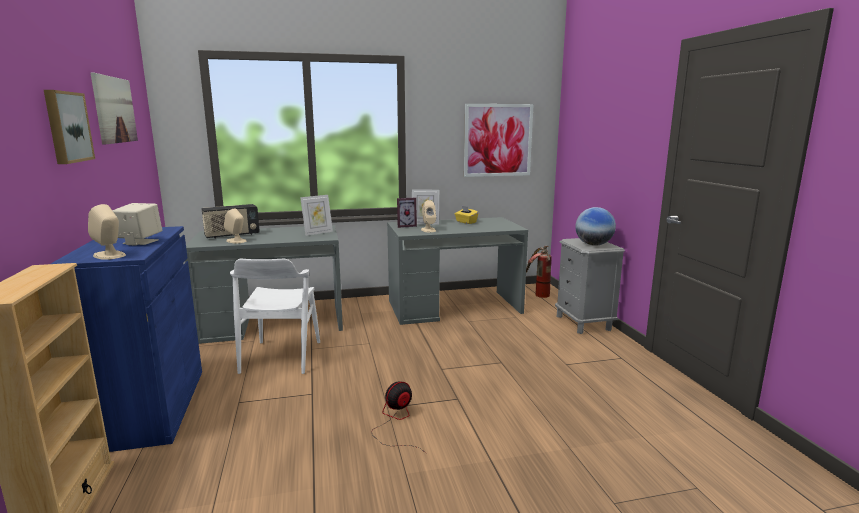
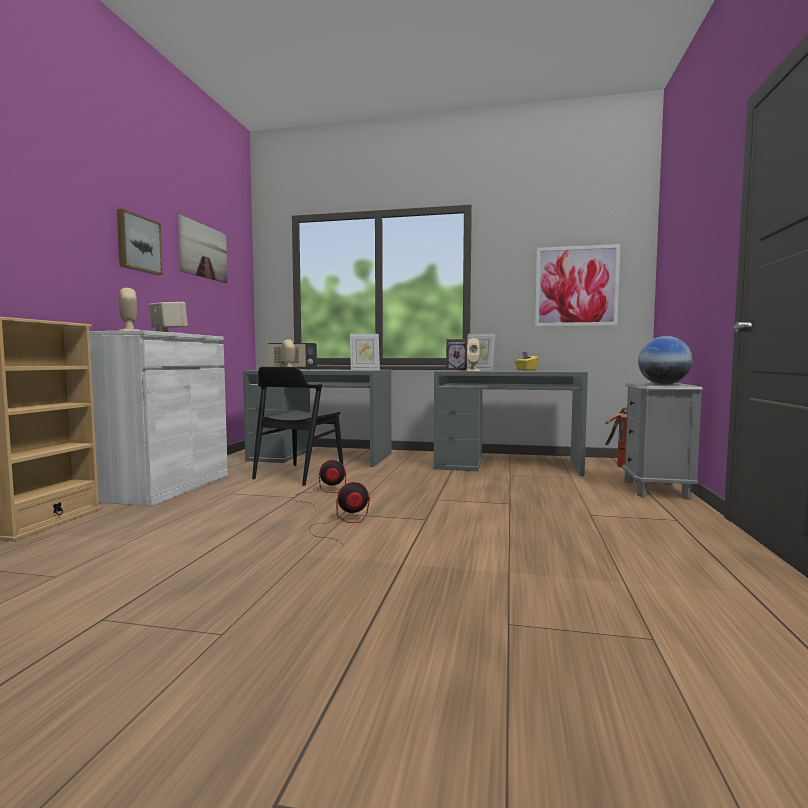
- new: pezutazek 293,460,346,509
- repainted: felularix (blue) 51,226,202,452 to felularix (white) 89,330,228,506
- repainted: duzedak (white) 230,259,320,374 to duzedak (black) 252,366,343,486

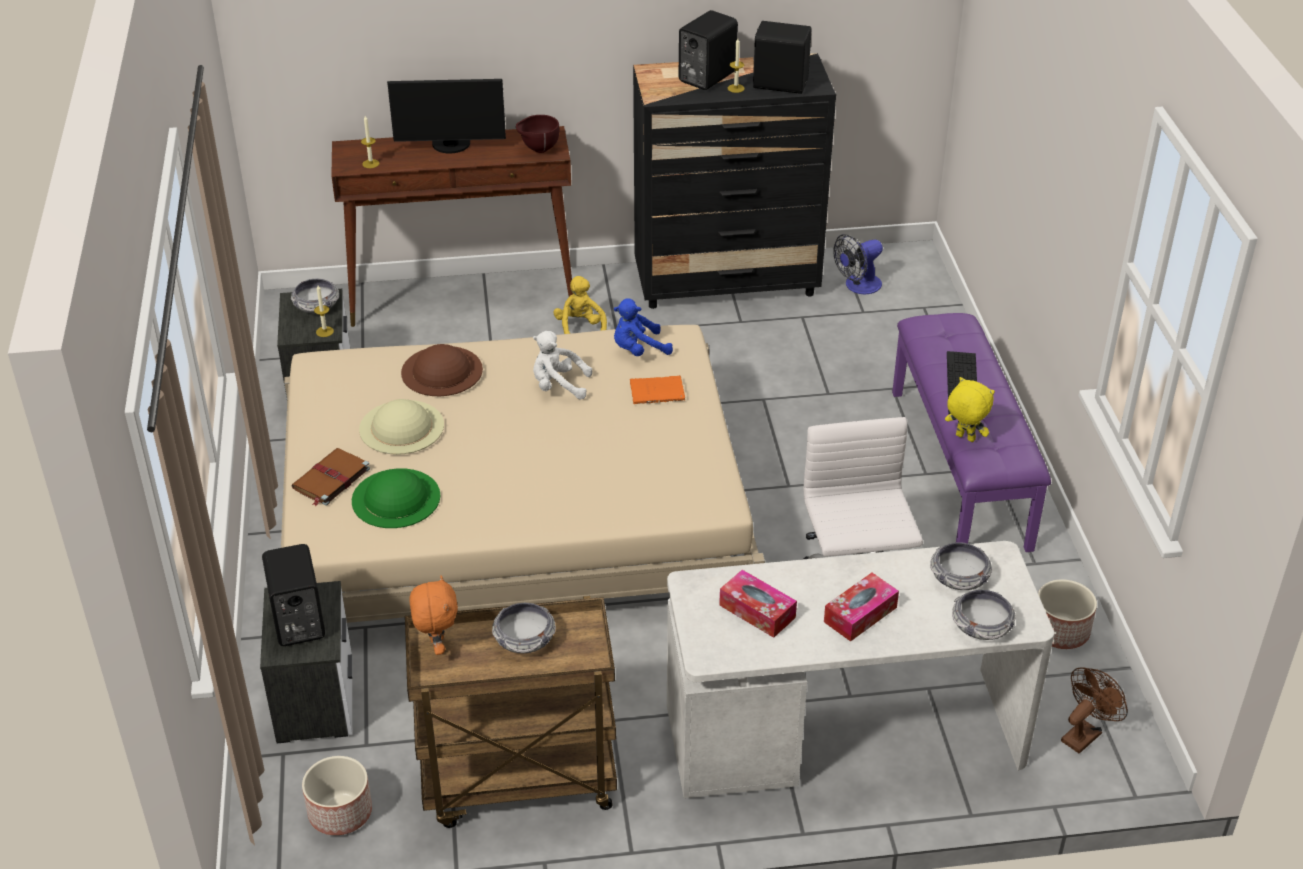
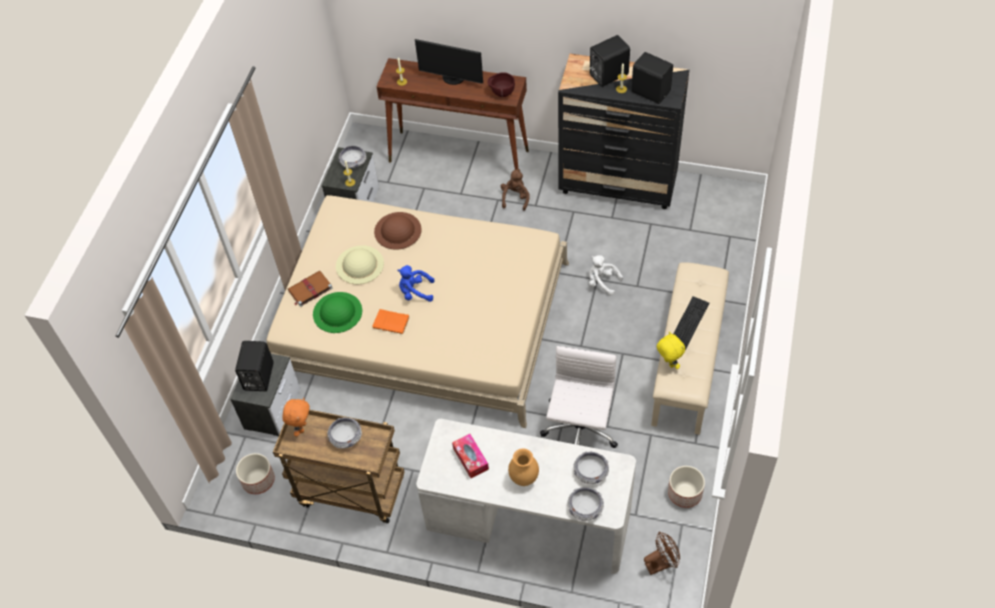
- gone: pezutazek 833,234,883,294
- shifted: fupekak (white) 533,331,592,400 to 589,255,623,296
- shifted: fupekak (blue) 613,298,673,356 to 397,265,435,302
- shifted: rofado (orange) 630,375,685,404 to 373,309,410,334
- swapped: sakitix 824,573,899,642 to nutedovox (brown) 508,448,539,486
- repainted: fupekak (yellow) 553,276,607,334 to fupekak (brown) 501,169,530,211
- repainted: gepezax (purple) 892,313,1051,552 to gepezax (beige) 651,263,729,435

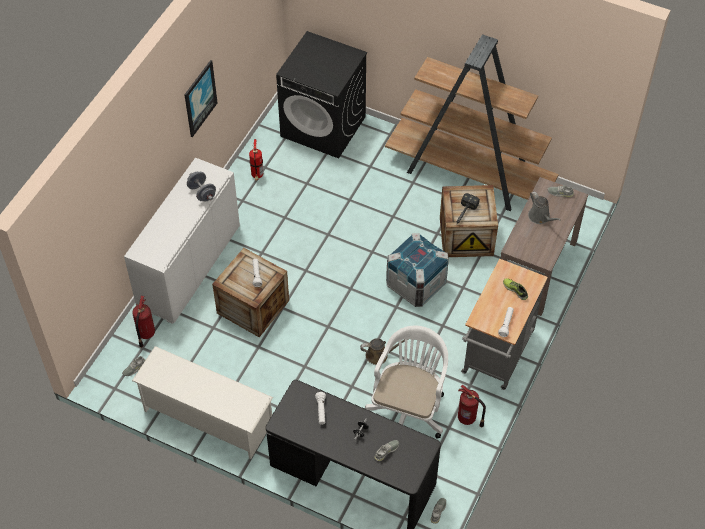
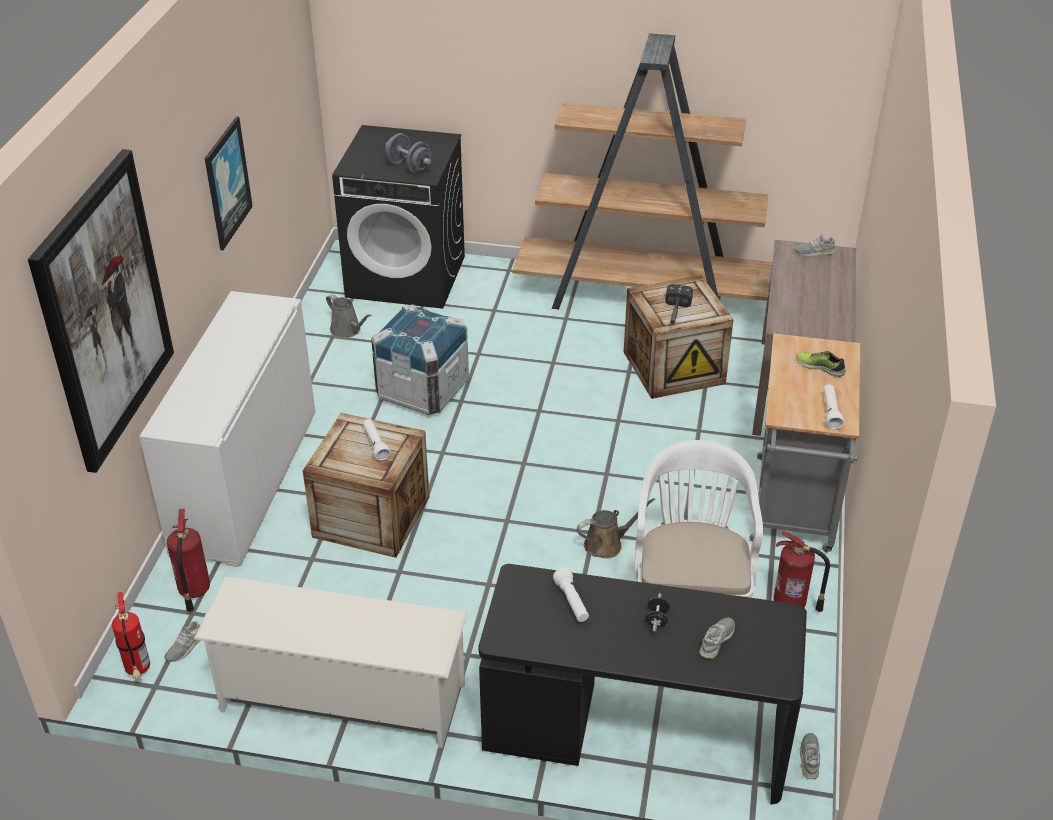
- new: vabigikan 28,149,174,473
- shifted: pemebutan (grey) 187,172,216,201 to 385,133,431,173
- shifted: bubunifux 249,139,263,180 to 112,592,150,679
- shifted: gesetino 386,233,449,307 to 371,304,469,415
- shifted: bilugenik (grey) 528,191,561,224 to 326,294,372,338

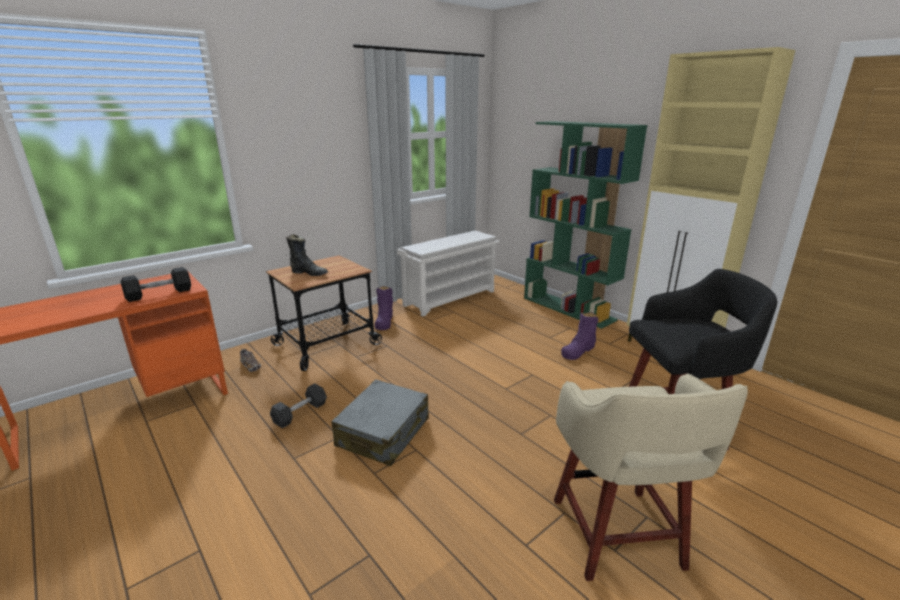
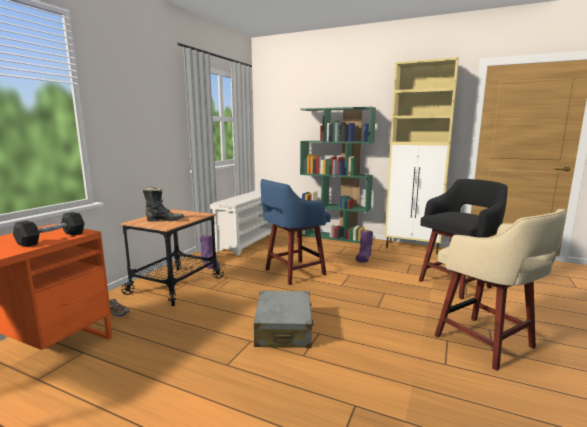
- gone: pemebutan (grey) 270,383,327,428
- new: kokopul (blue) 260,179,331,285

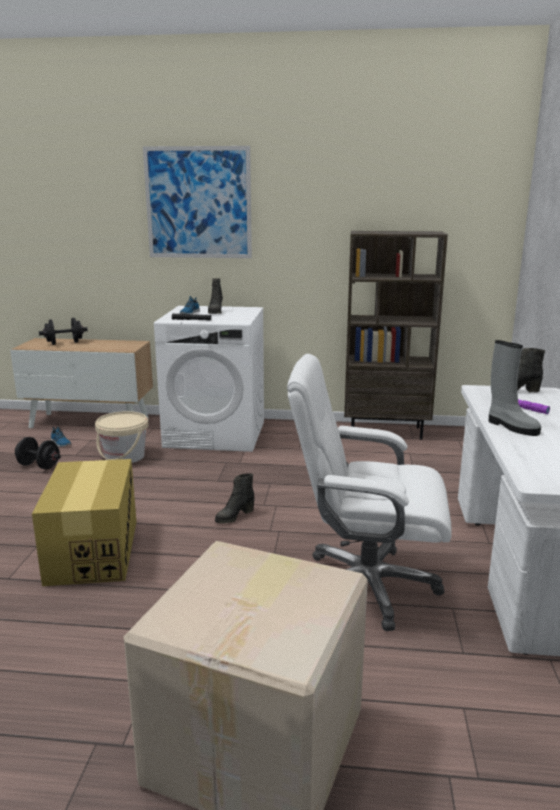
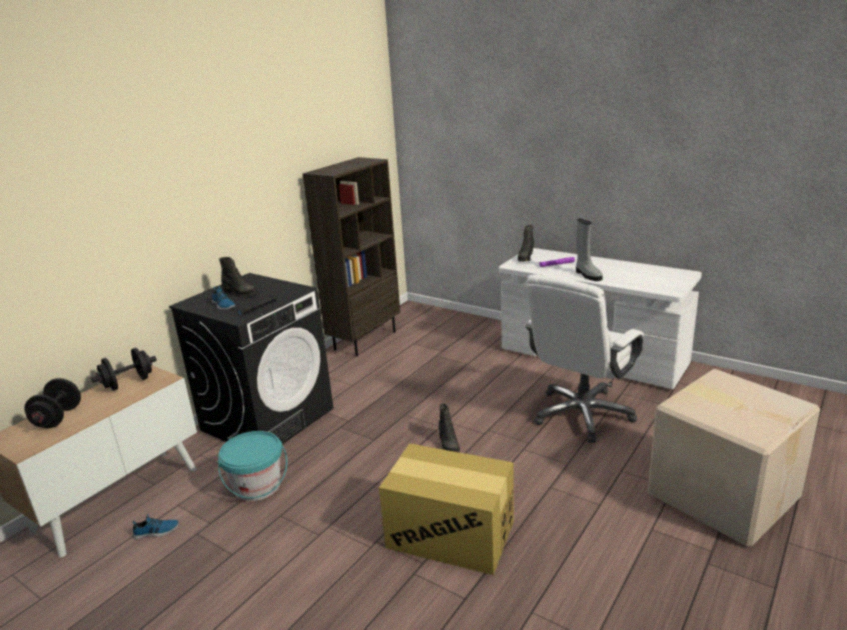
- gone: vabigikan 143,146,252,258
- shifted: pemebutan (black) 15,437,61,469 to 91,348,157,391
- repainted: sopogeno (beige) 95,411,148,463 to sopogeno (turquoise) 218,431,287,501
- repainted: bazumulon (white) 154,306,264,452 to bazumulon (black) 169,273,333,444
- rotated: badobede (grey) 489,340,541,436 = 576,219,603,281 75 degrees clockwise

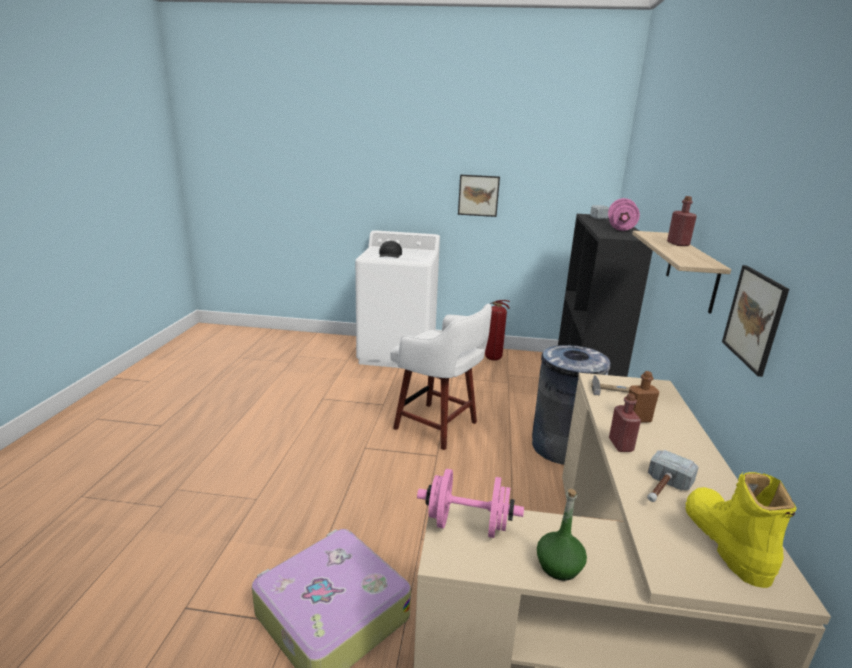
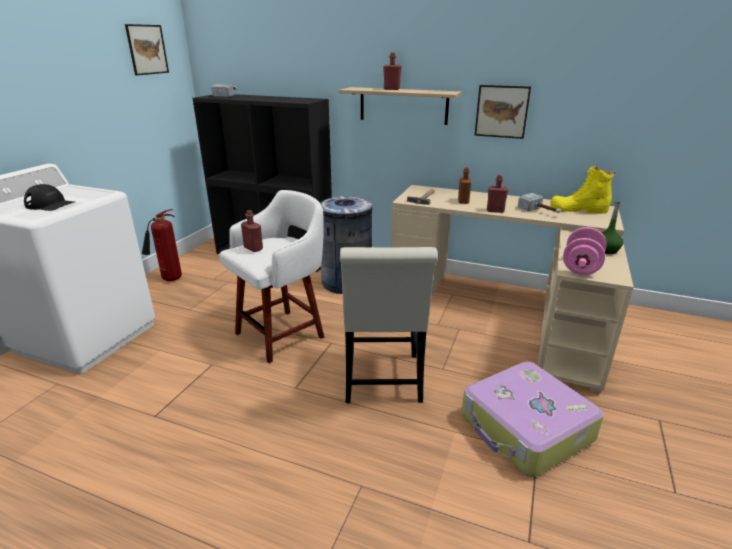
- gone: pemebutan (pink) 608,198,640,231
- new: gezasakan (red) 241,210,263,252
- new: duzedak (white) 340,247,438,403
- shifted: vabigikan 458,175,500,217 to 125,24,169,75

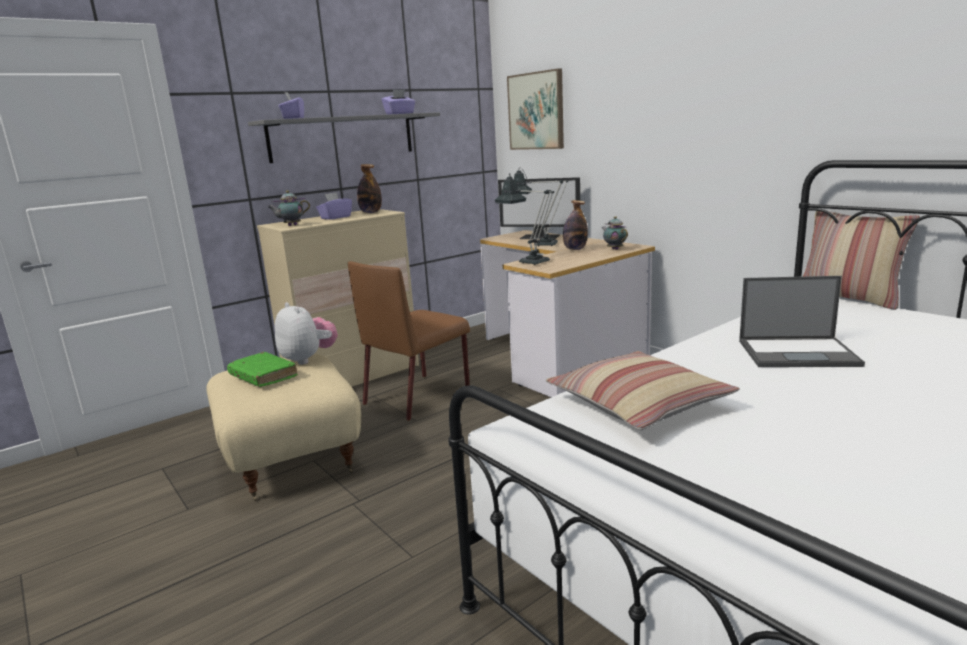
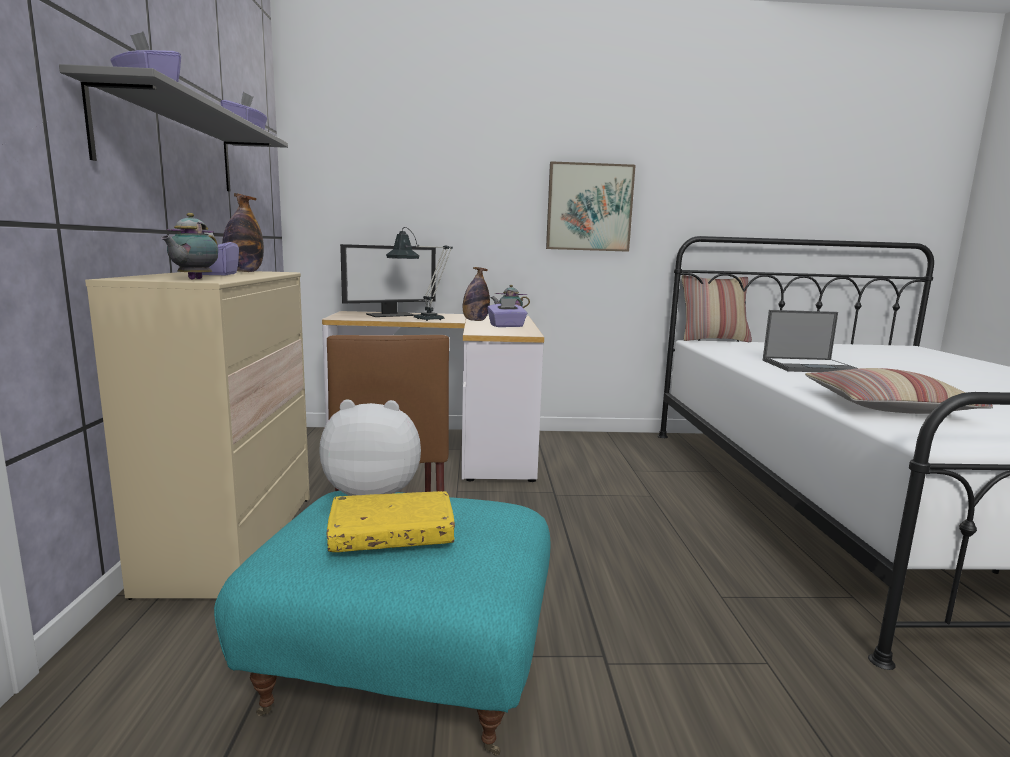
- gone: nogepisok 495,173,554,265
- new: sakitix (purple) 487,298,527,327
- shifted: vabigikan 507,68,564,150 to 546,161,636,252
- repainted: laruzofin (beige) 206,354,361,501 to laruzofin (turquoise) 214,491,550,756
- repainted: rofado (green) 227,352,298,387 to rofado (yellow) 327,491,455,552
- rotated: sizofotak 739,276,865,367 = 763,310,859,372 45 degrees clockwise

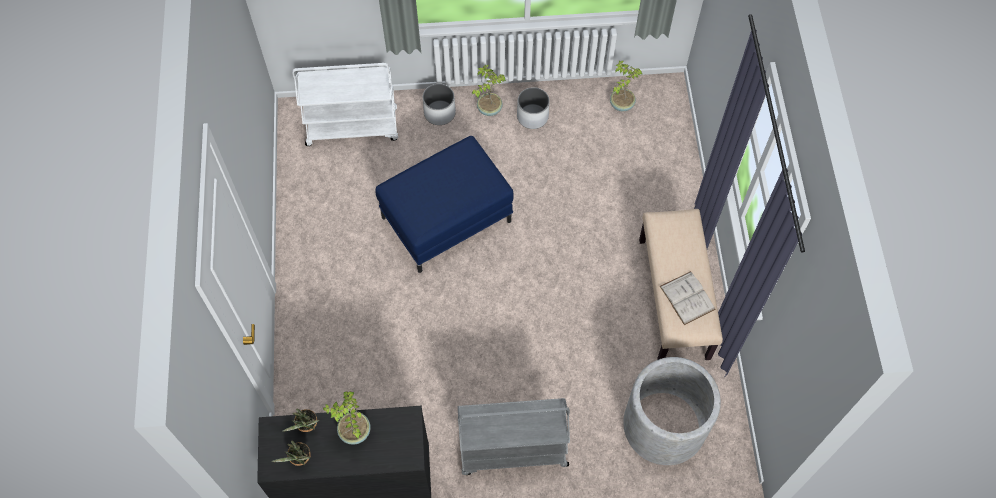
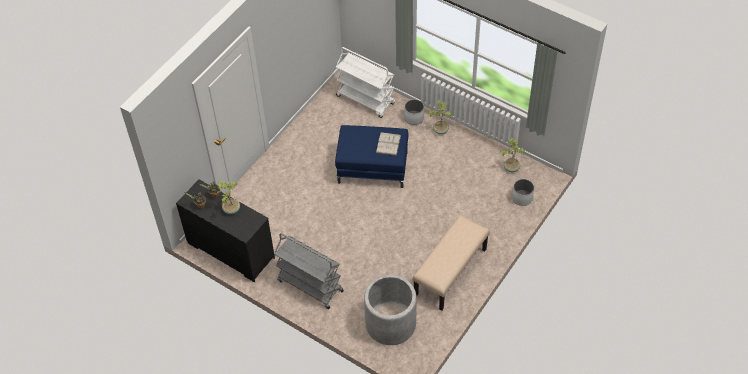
- shifted: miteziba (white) 517,87,550,129 to 512,179,534,206
- shifted: rofado (white) 659,271,716,325 to 376,132,401,156

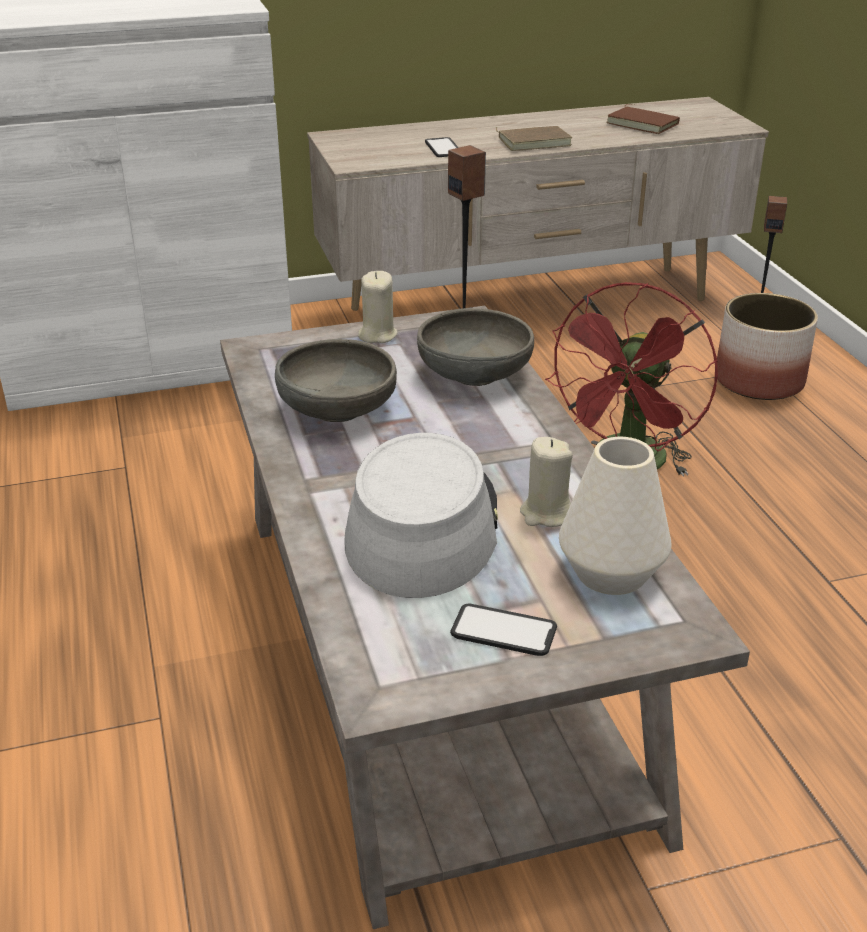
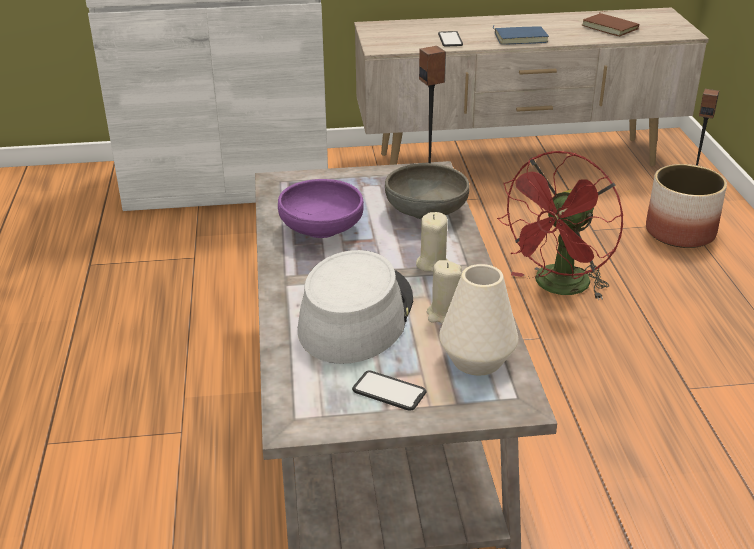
- shifted: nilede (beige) 358,271,398,343 to 416,212,449,272
- repainted: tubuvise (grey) 275,339,397,422 to tubuvise (purple) 278,179,364,238
- repainted: rofado (brown) 495,126,572,151 to rofado (blue) 493,25,549,45

